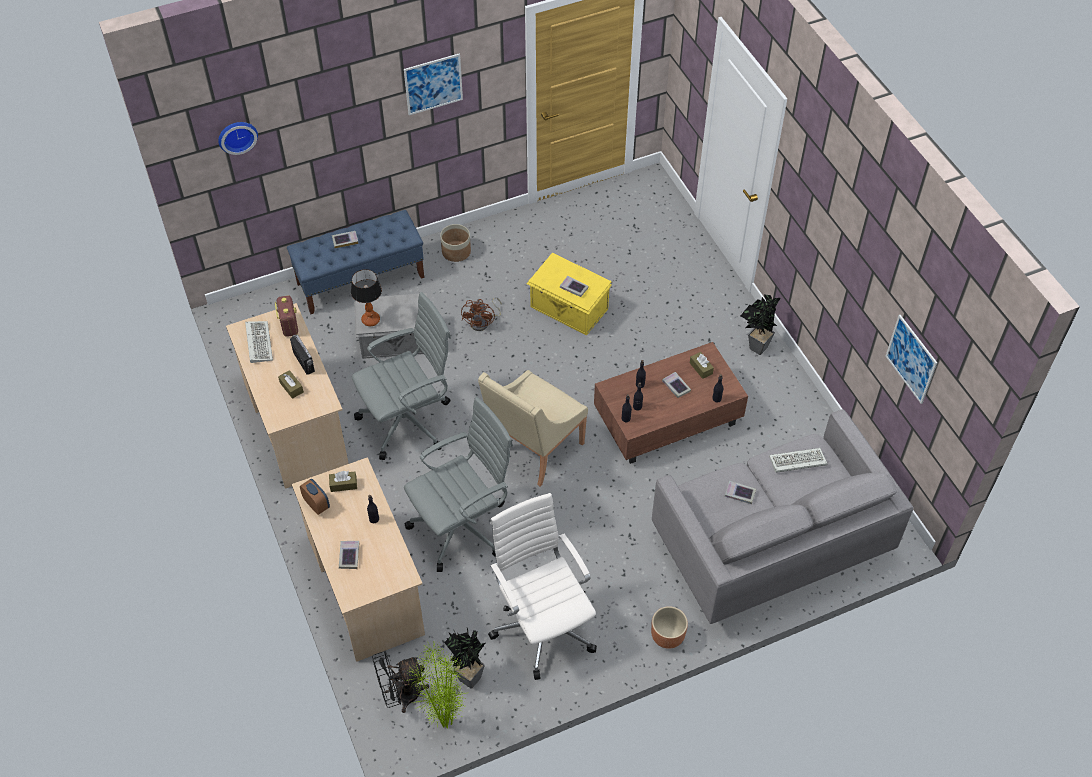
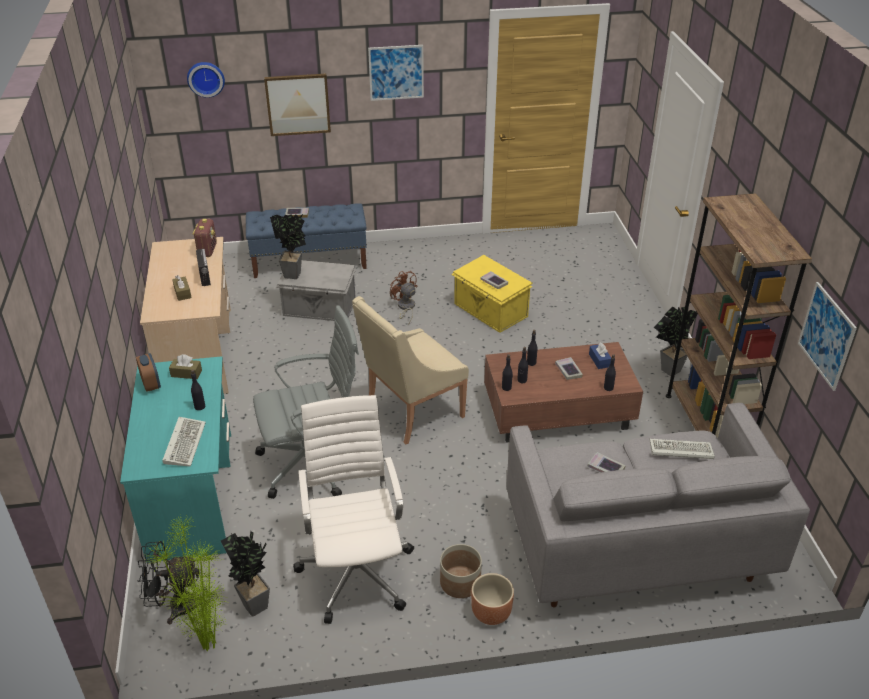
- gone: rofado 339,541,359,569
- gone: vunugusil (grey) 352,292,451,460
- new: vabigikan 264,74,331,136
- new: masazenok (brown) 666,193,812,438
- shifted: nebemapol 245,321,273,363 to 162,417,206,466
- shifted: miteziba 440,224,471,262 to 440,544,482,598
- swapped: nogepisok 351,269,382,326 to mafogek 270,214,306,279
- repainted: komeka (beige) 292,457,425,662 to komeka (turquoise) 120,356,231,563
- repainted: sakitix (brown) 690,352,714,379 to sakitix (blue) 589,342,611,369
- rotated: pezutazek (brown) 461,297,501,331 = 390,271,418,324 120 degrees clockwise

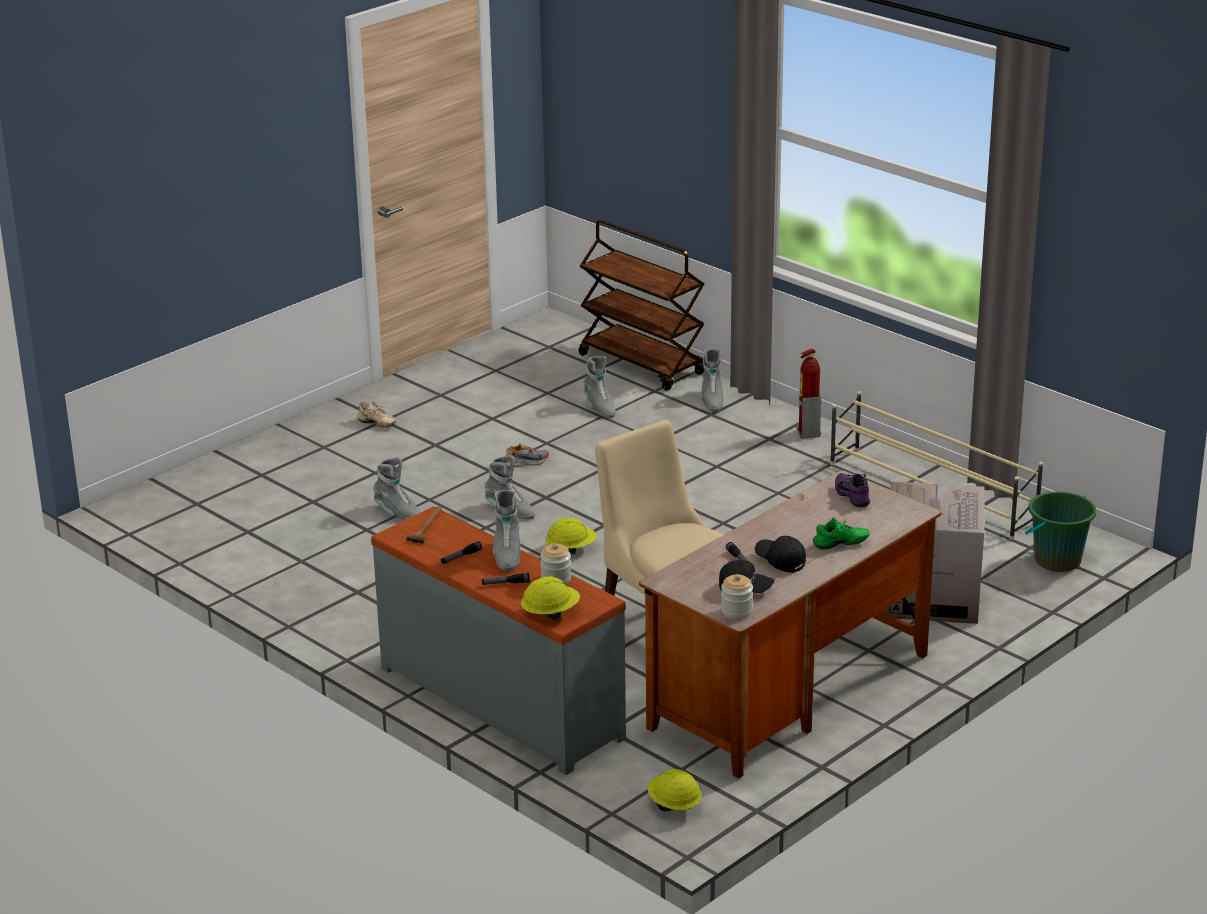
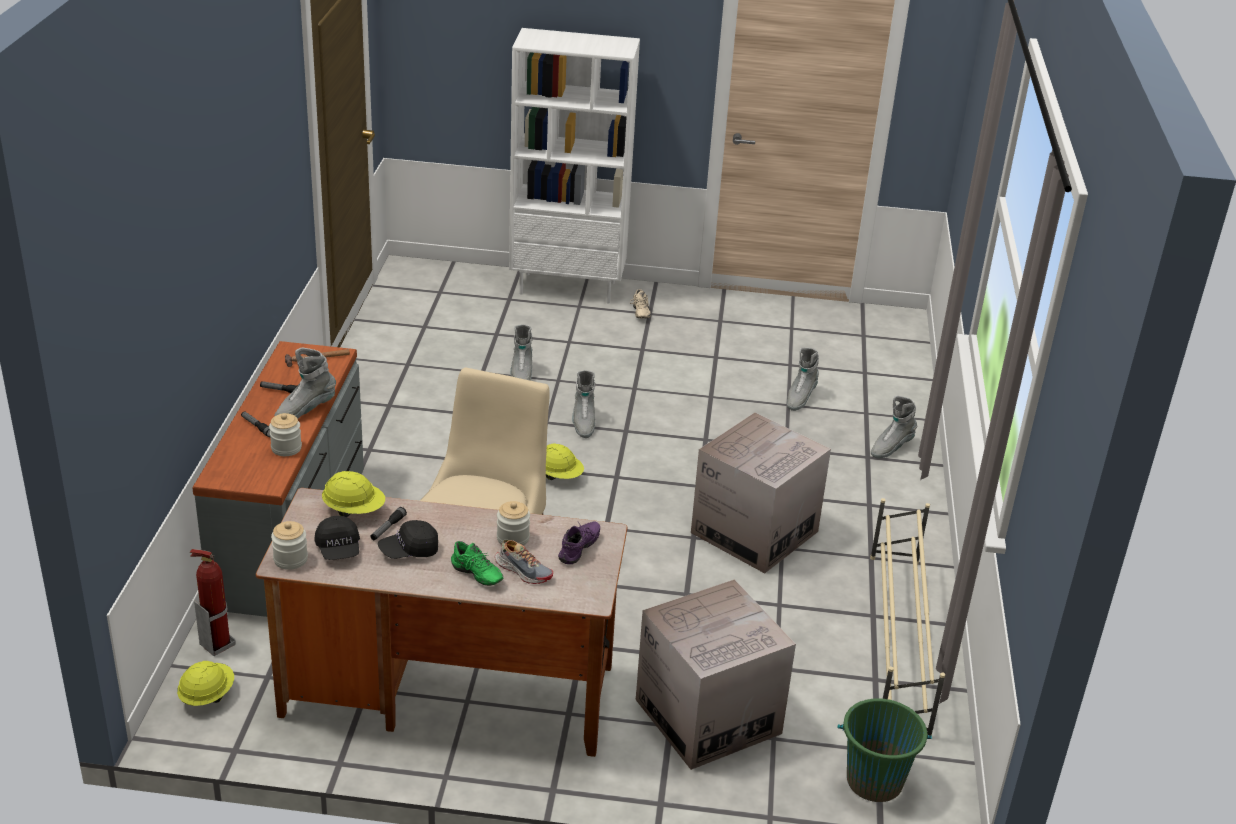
- gone: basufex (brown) 578,220,706,391
- new: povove 497,501,530,546
- new: masazenok (white) 509,28,640,303
- new: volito 691,412,831,573
- shifted: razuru 506,444,549,467 to 495,540,553,584
- shifted: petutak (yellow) 521,576,580,620 to 322,471,385,517
- shifted: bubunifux 796,349,821,439 to 190,549,236,656
- rotated: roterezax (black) 755,536,806,573 = 378,520,438,559 120 degrees counterclockwise

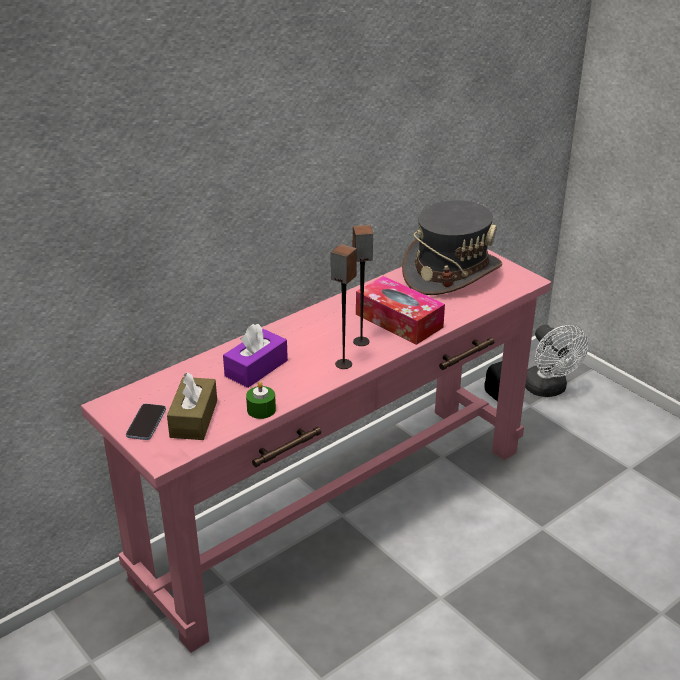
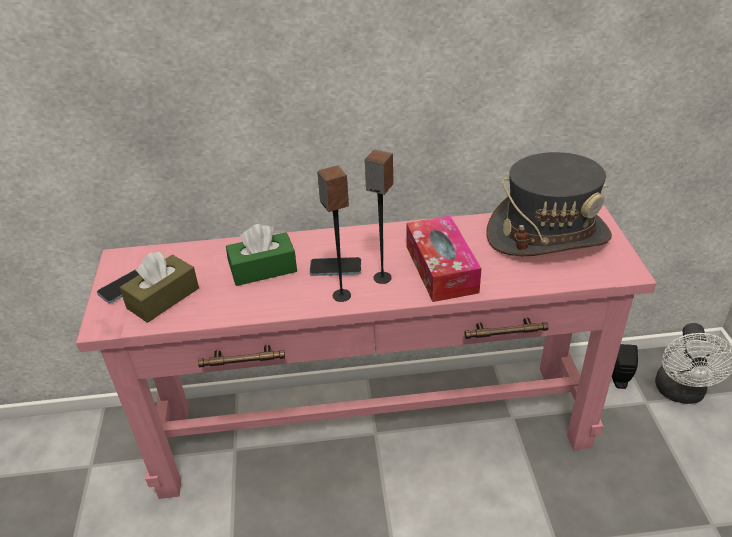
- gone: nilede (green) 246,382,276,419
- new: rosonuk 310,257,361,276
- repainted: sakitix (purple) 223,324,288,388 to sakitix (green) 226,224,297,286

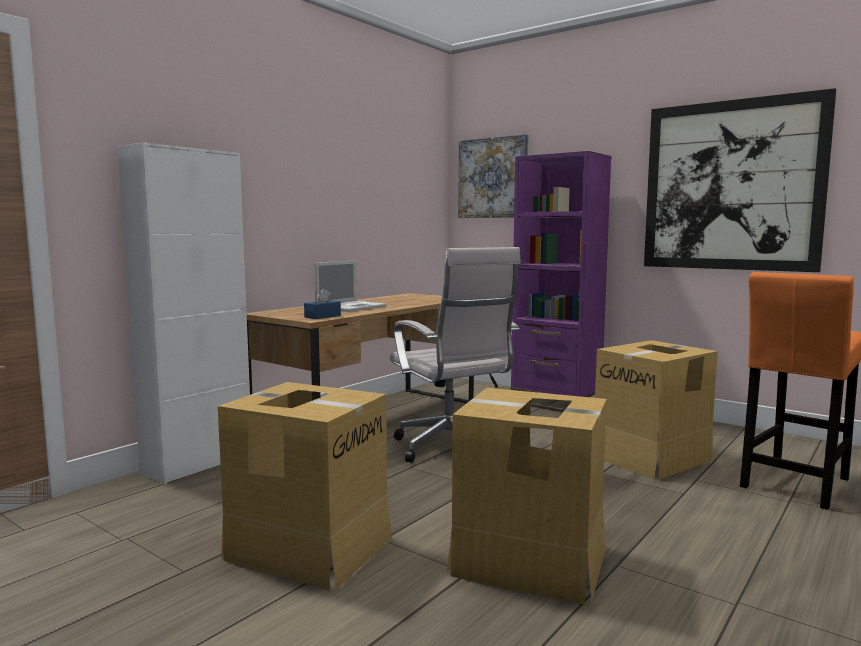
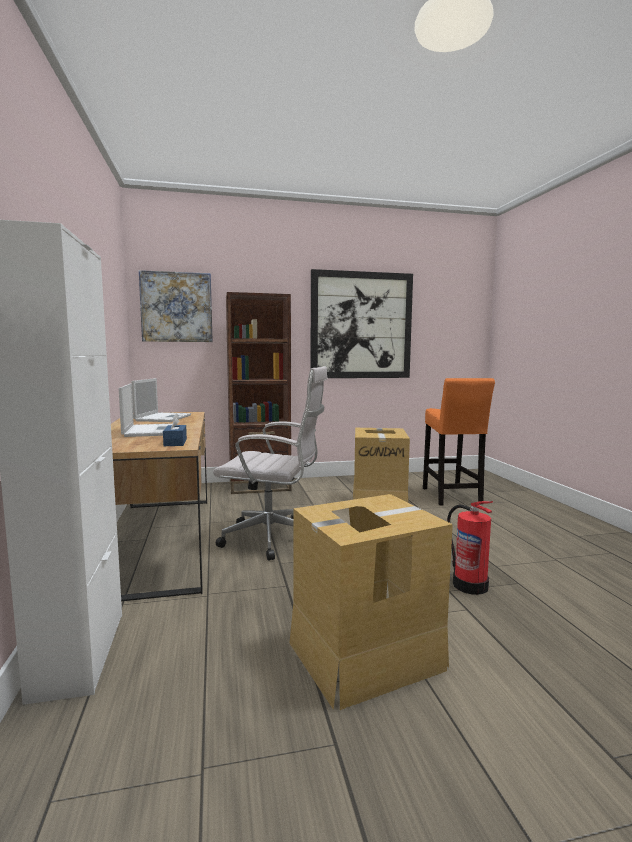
- new: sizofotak 132,378,191,422
- swapped: volito 447,388,607,605 to bubunifux 447,501,493,595
- repainted: masazenok (purple) 510,151,612,412 to masazenok (brown) 226,292,291,494

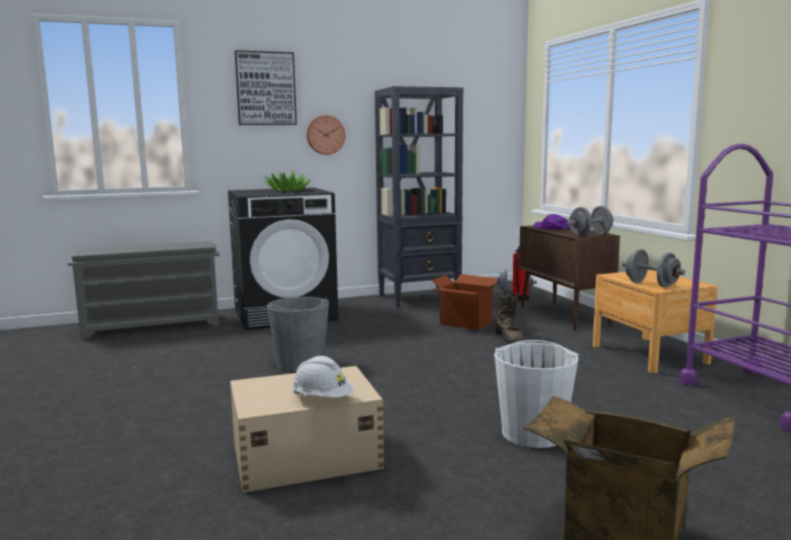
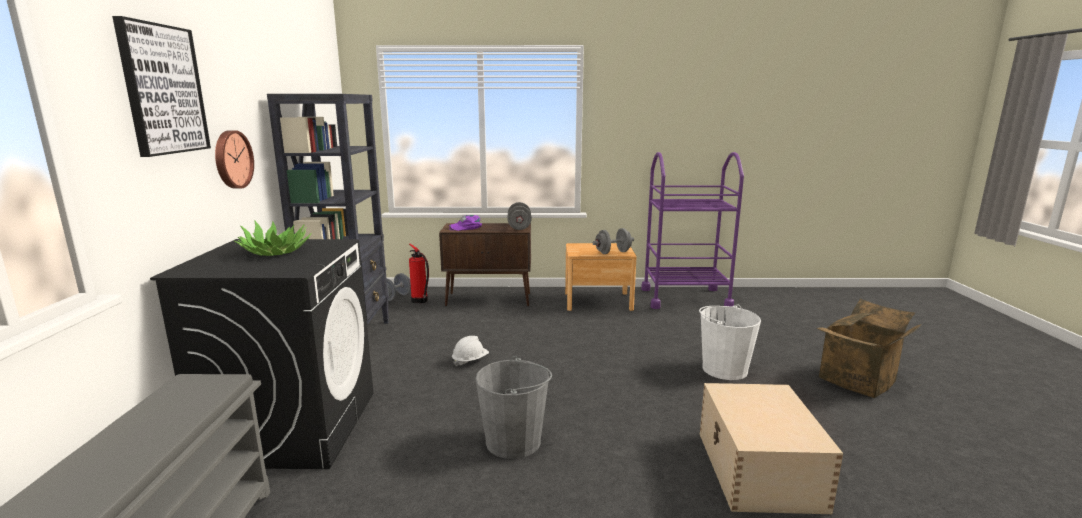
- gone: volito 432,274,501,330
- gone: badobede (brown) 495,294,525,343
- shifted: petutak (white) 292,356,354,398 to 452,336,489,367

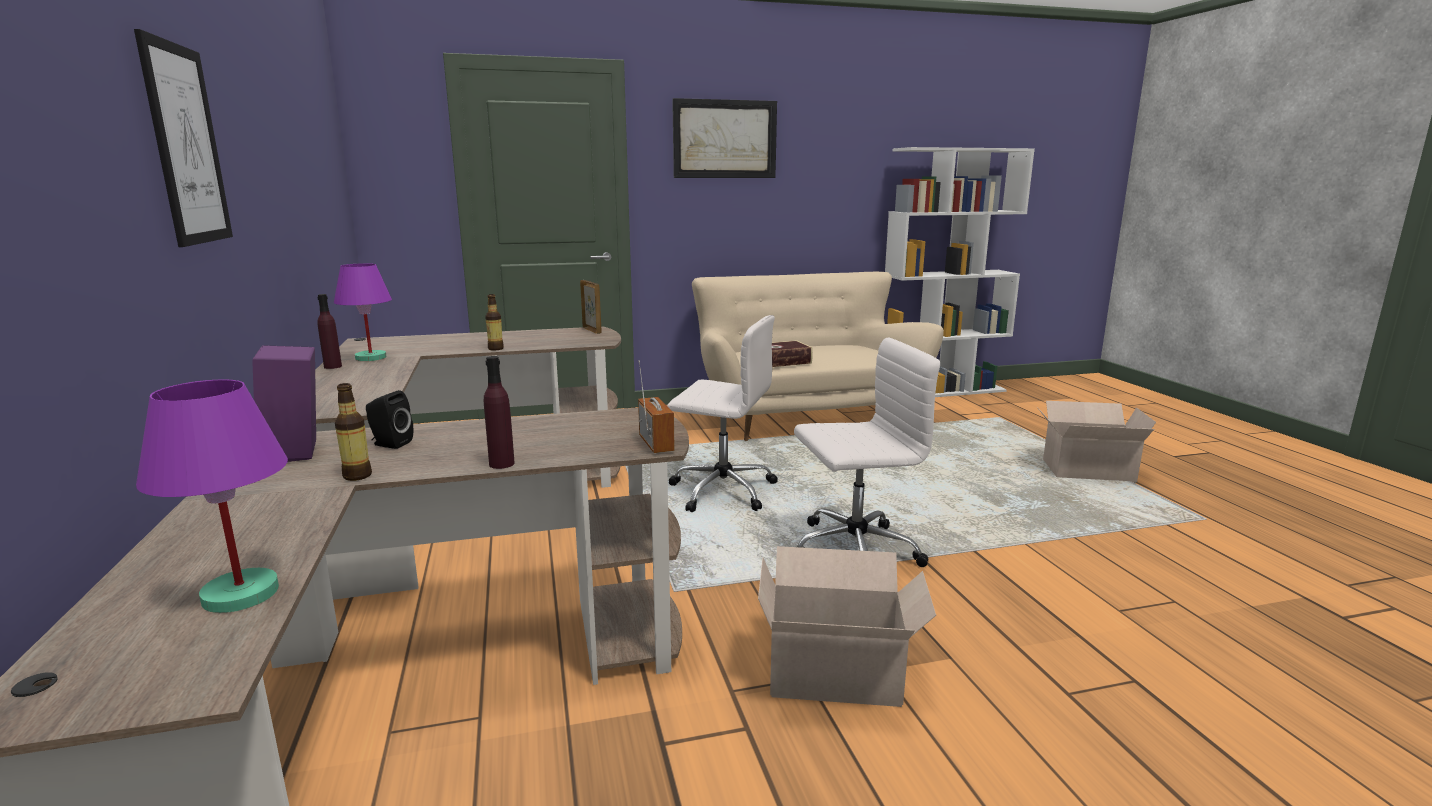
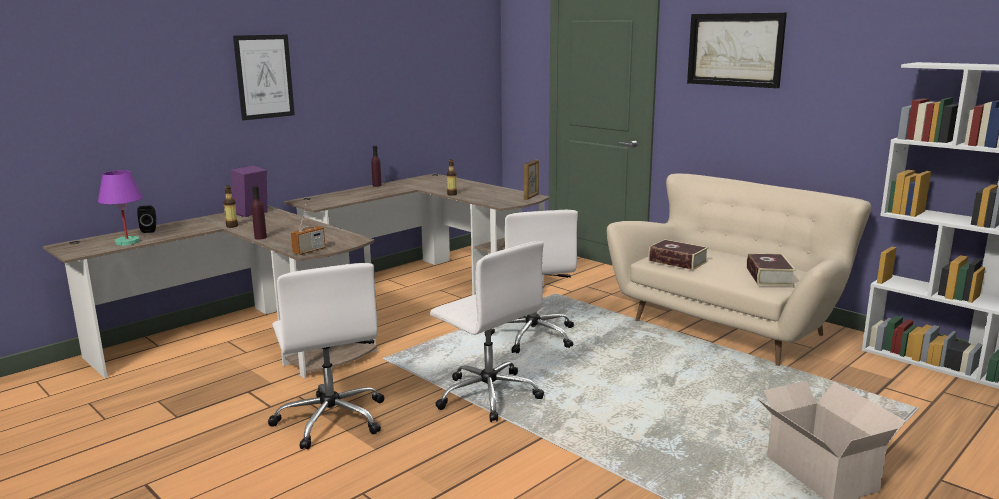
- gone: nogepisok (purple) 334,263,392,361
- new: rofado 747,253,796,286
- shifted: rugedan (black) 366,390,413,449 to 137,205,156,233
- swapped: volito 758,546,936,707 to vunugusil (white) 268,263,384,449

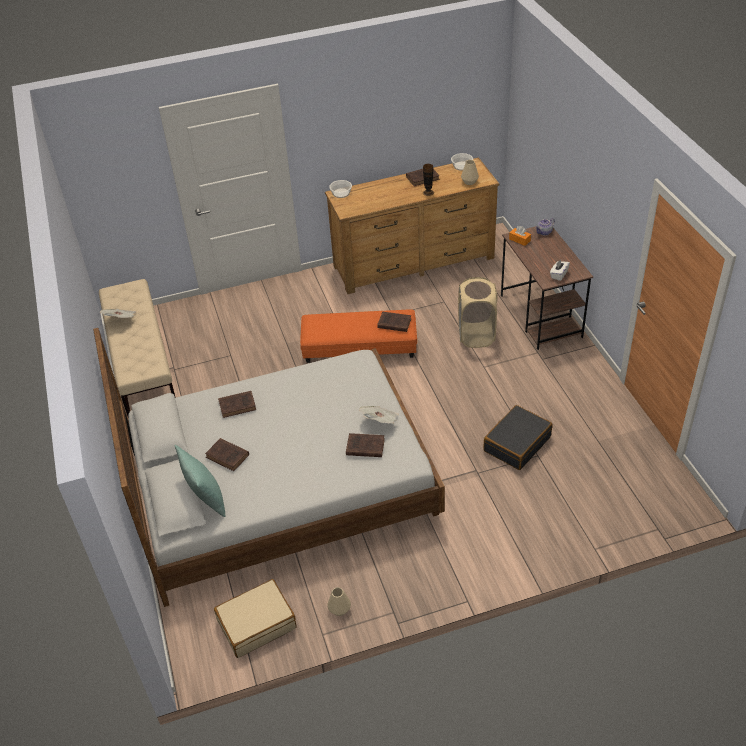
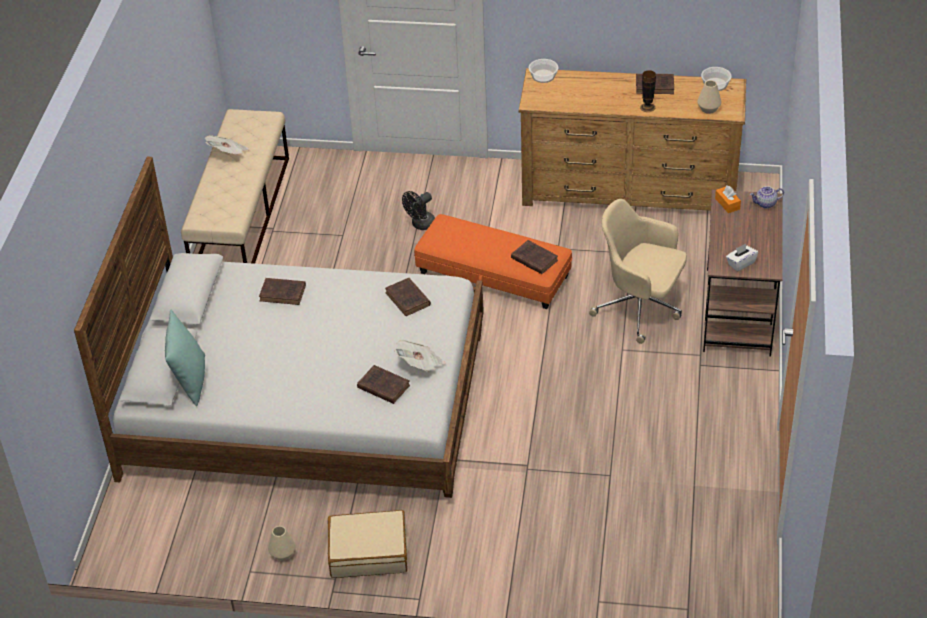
- gone: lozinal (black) 483,405,553,470
- new: pezutazek (black) 402,191,435,230
- shifted: rofado (brown) 205,438,249,471 to 385,278,431,316
- shifted: lozinal (beige) 214,579,296,658 to 328,510,407,578
- swapped: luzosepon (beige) 458,277,498,348 to vunugusil (beige) 589,199,687,344

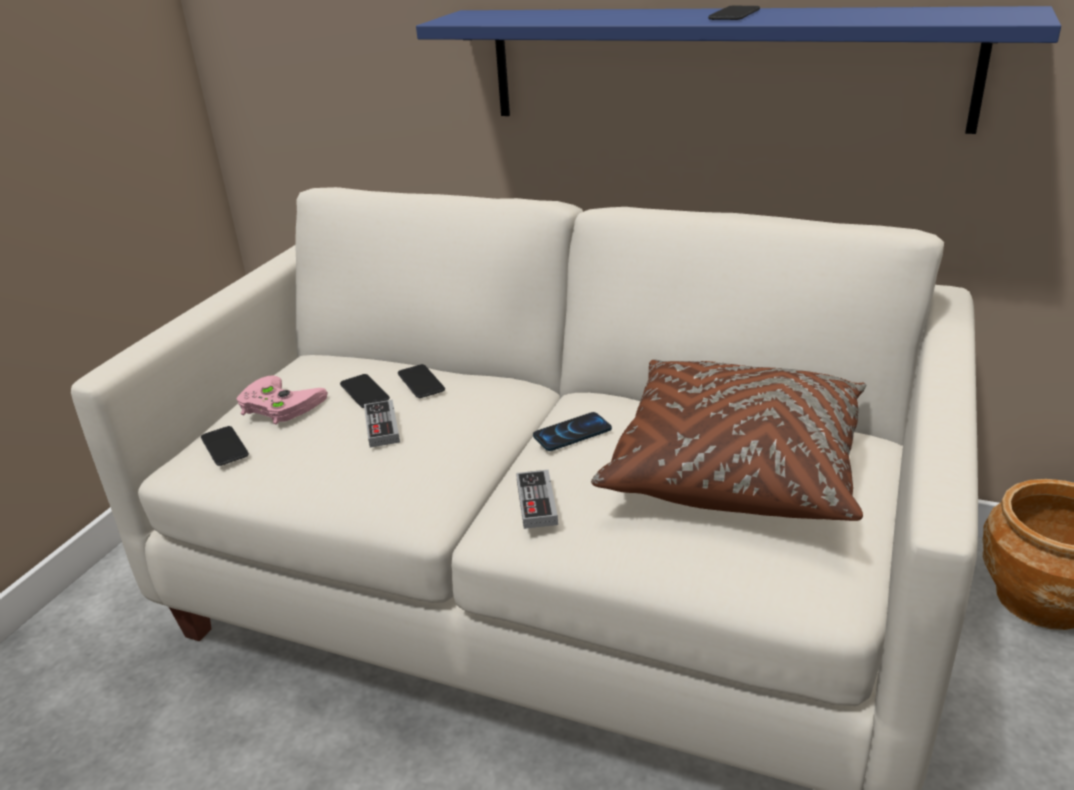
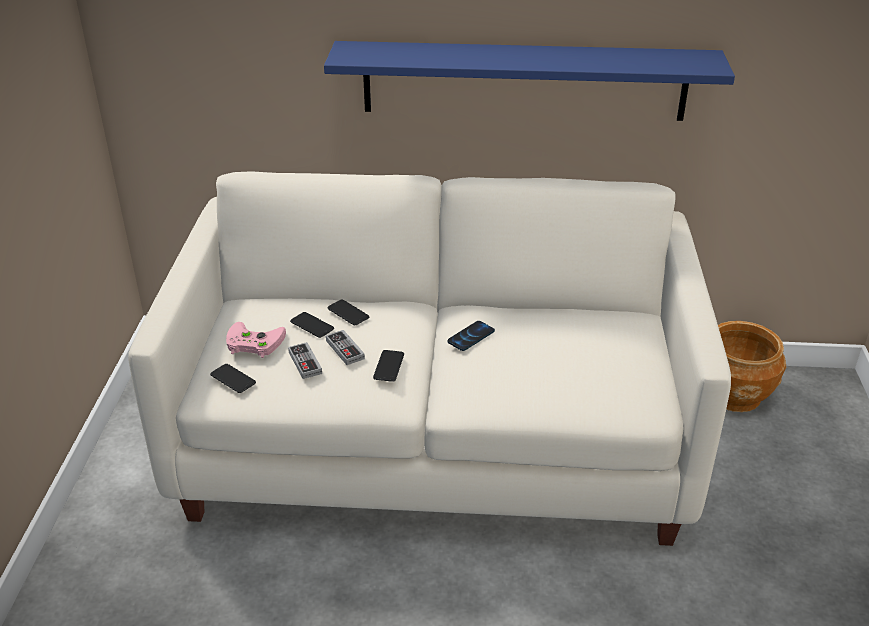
- gone: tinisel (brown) 591,359,866,521
- shifted: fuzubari 516,470,558,529 to 288,342,322,379
- shifted: rosonuk 708,6,760,20 to 373,350,404,382

